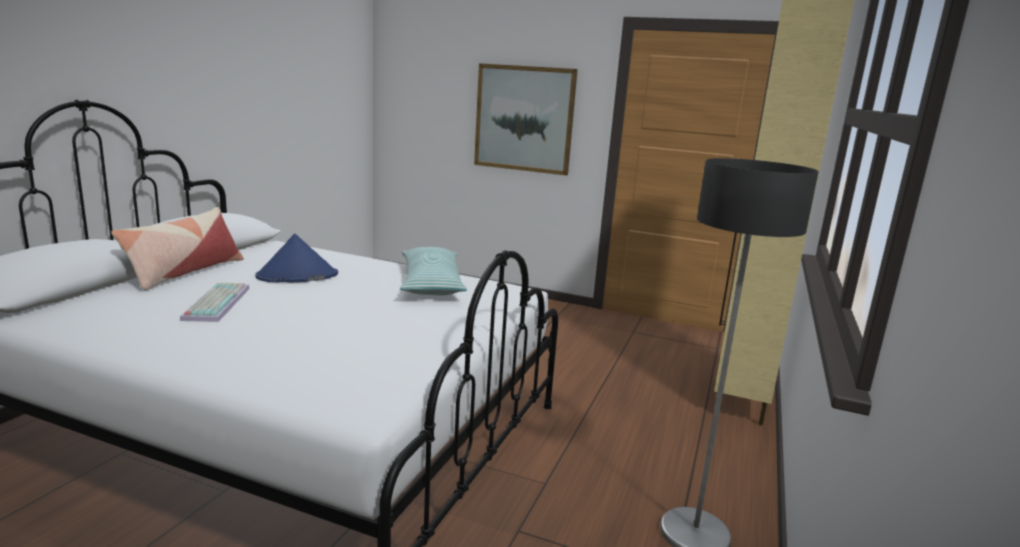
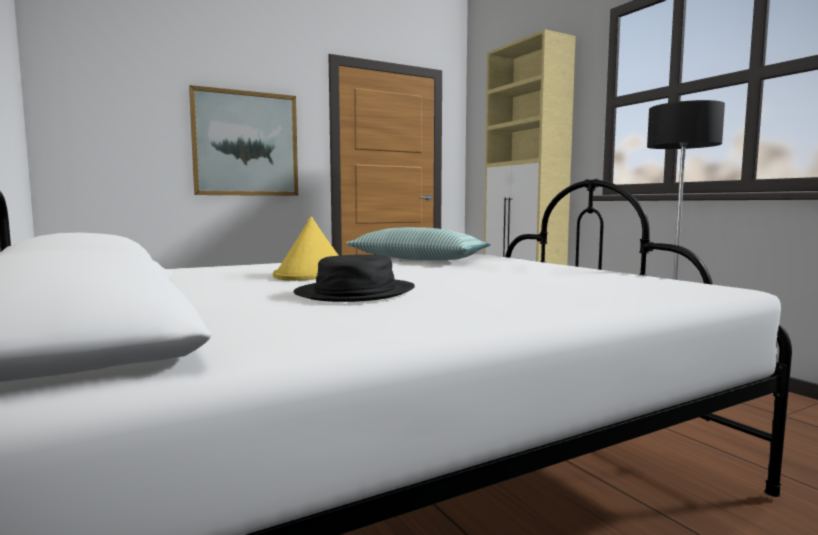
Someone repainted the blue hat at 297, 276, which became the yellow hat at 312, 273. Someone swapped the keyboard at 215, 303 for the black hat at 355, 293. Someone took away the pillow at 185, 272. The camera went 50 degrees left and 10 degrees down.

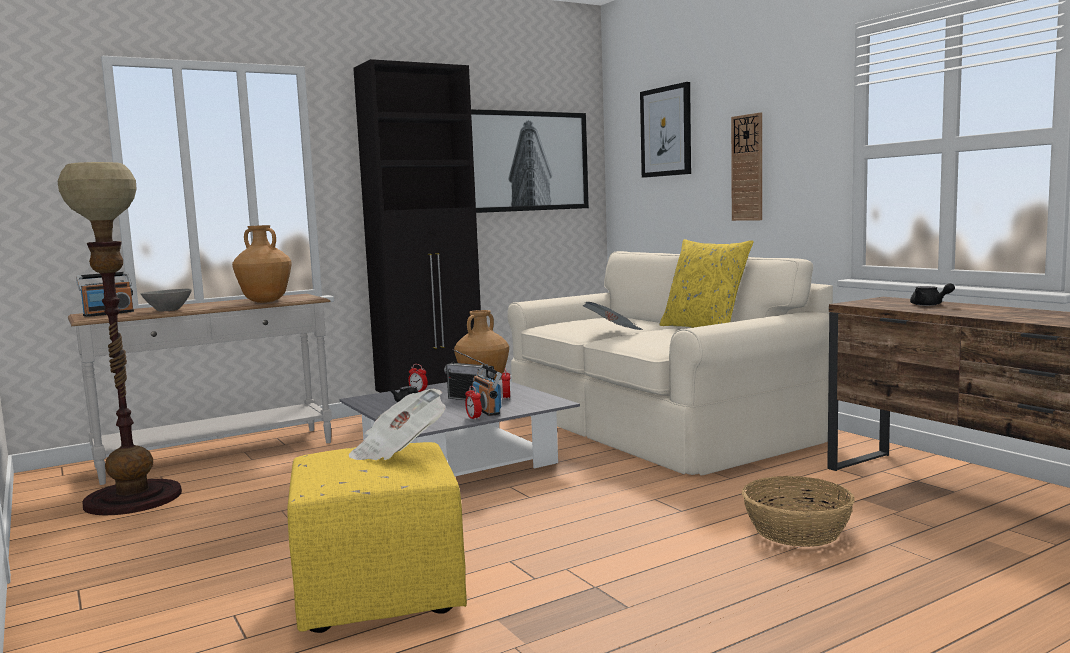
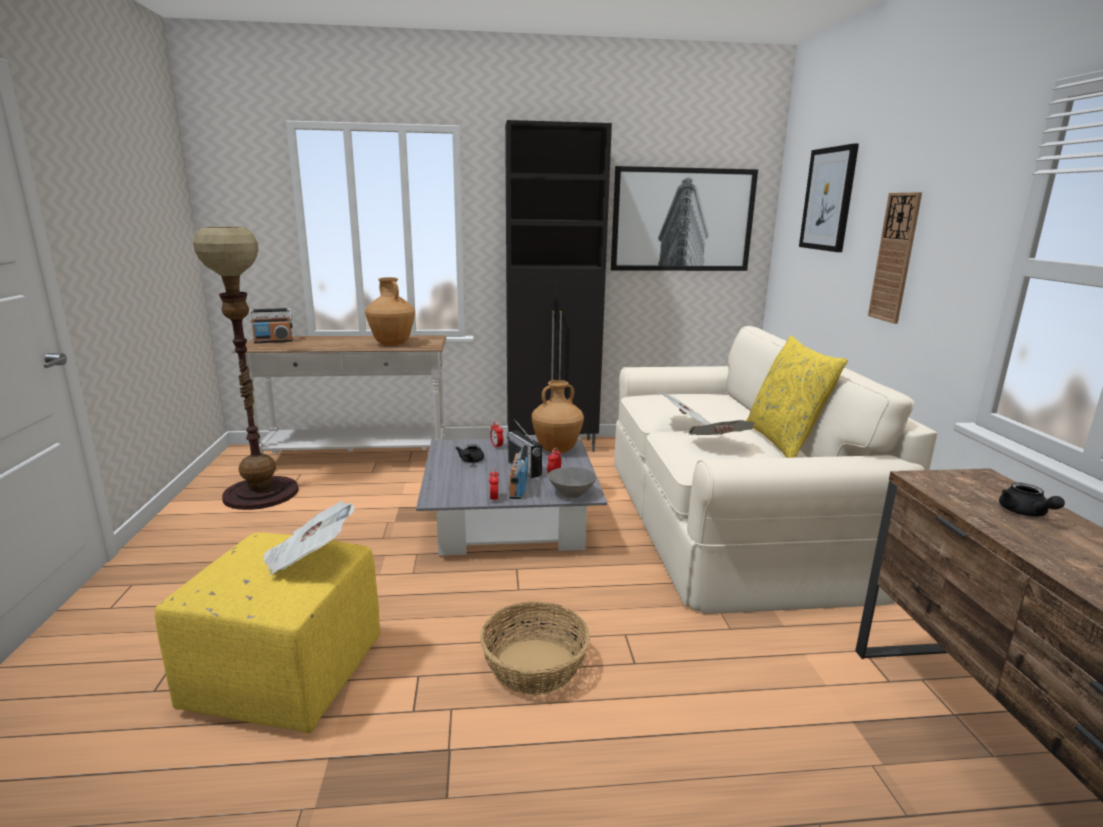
Someone carried the basket from 796, 530 to 535, 666. Someone carried the grey bowl from 168, 310 to 571, 493. Someone put down the newspaper at 718, 445. The camera went 25 degrees right and 10 degrees up.

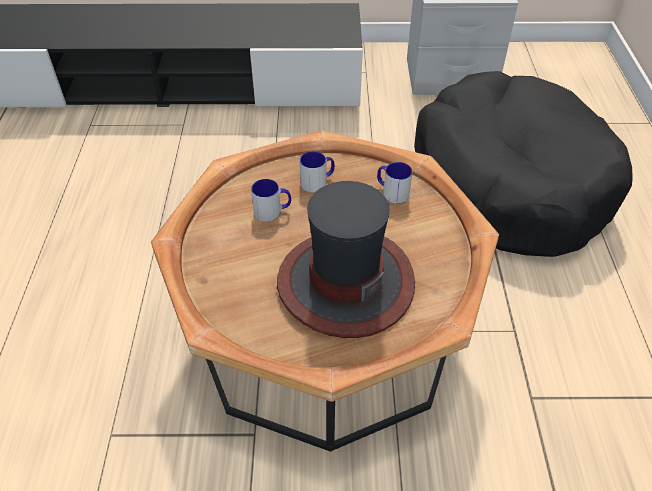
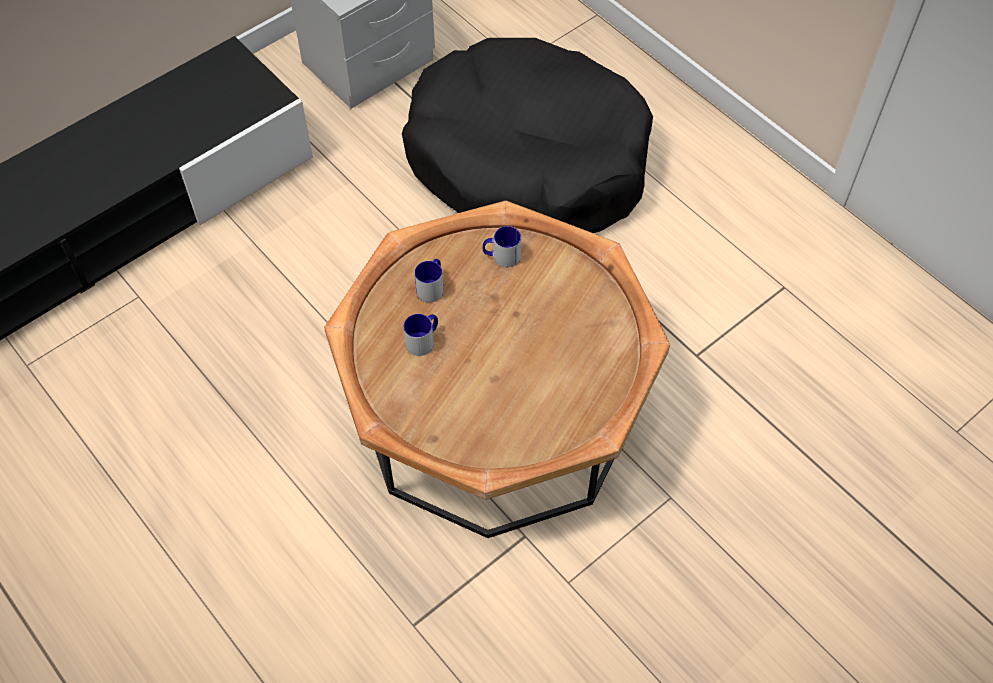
Someone took away the hat at 345, 282. The camera went 40 degrees left and 10 degrees up.

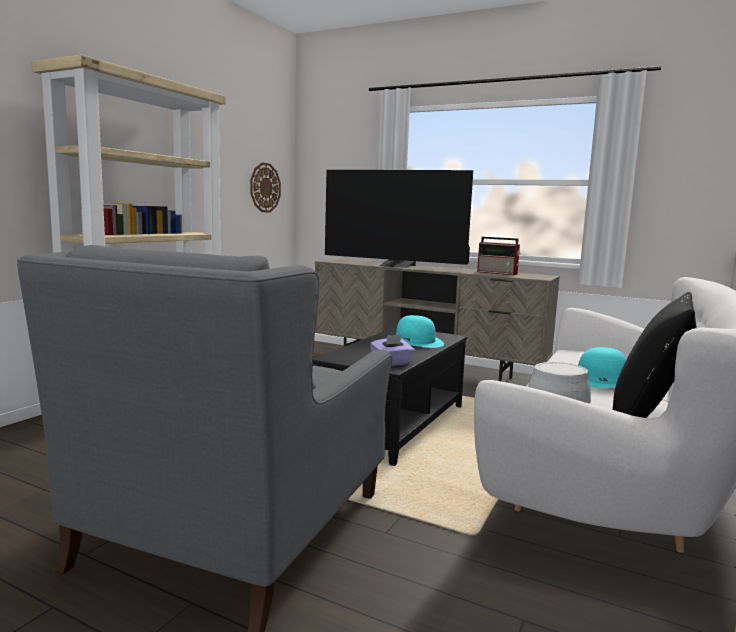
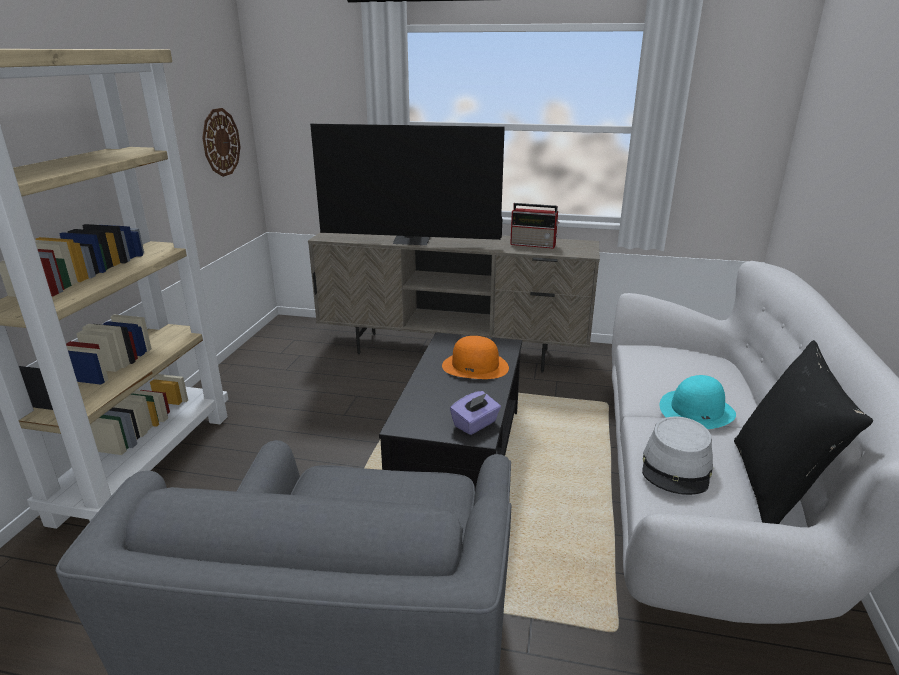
Someone repainted the turquoise hat at 415, 342, which became the orange hat at 475, 366. The camera went 15 degrees left and 15 degrees up.

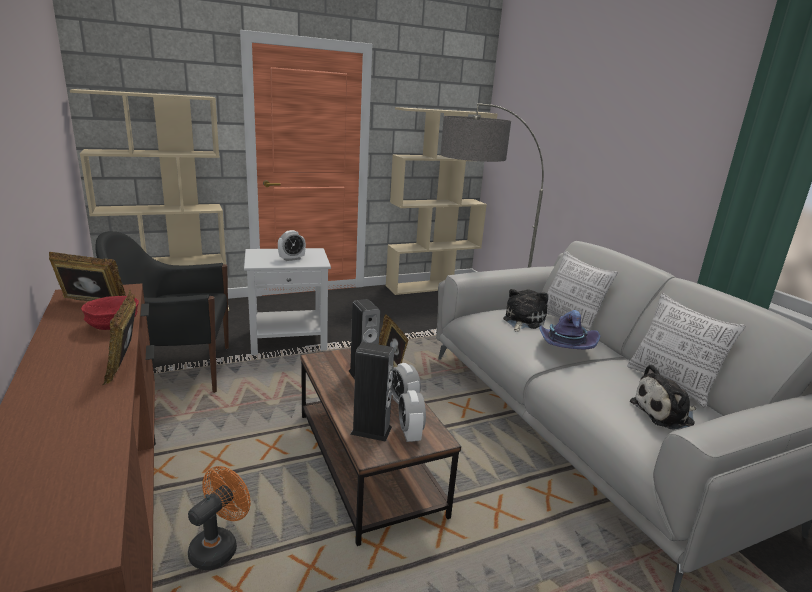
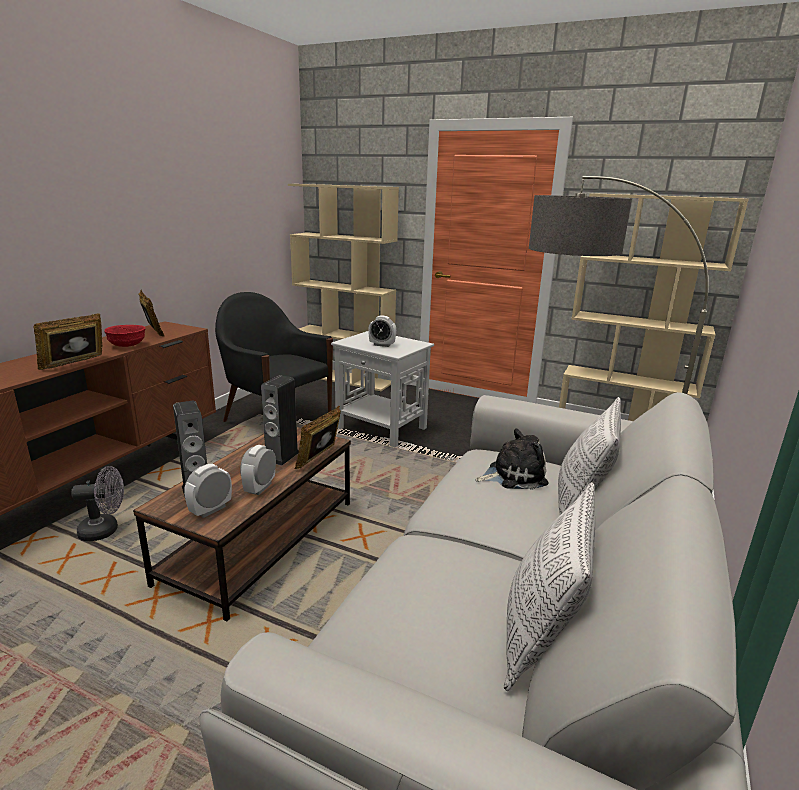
Someone repainted the orange fan at 219, 546, which became the grey fan at 105, 530. Someone took away the purple hat at 564, 345. Someone took away the plush toy at 665, 413. The camera went 50 degrees right and 0 degrees up.

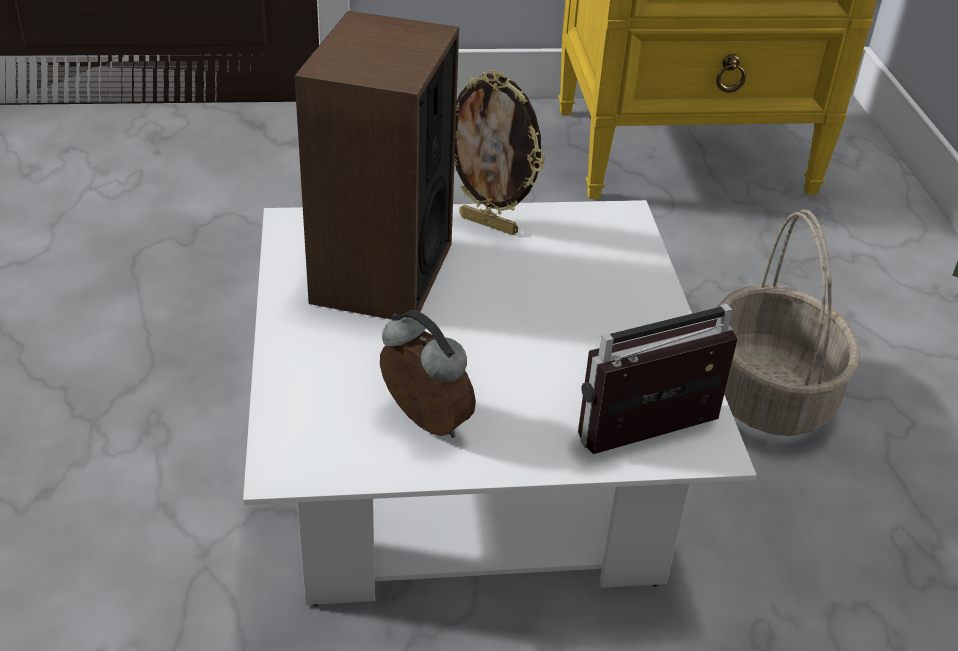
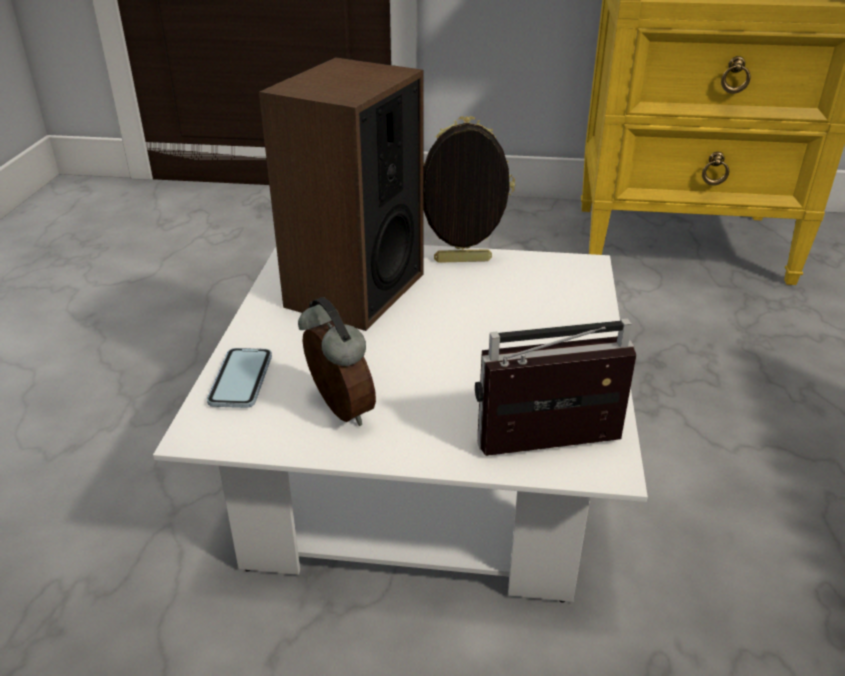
Someone put down the phone at 241, 380. Someone rotated the picture frame at 489, 224 by 135 degrees clockwise. Someone took away the basket at 770, 396. The camera went 15 degrees right and 5 degrees down.

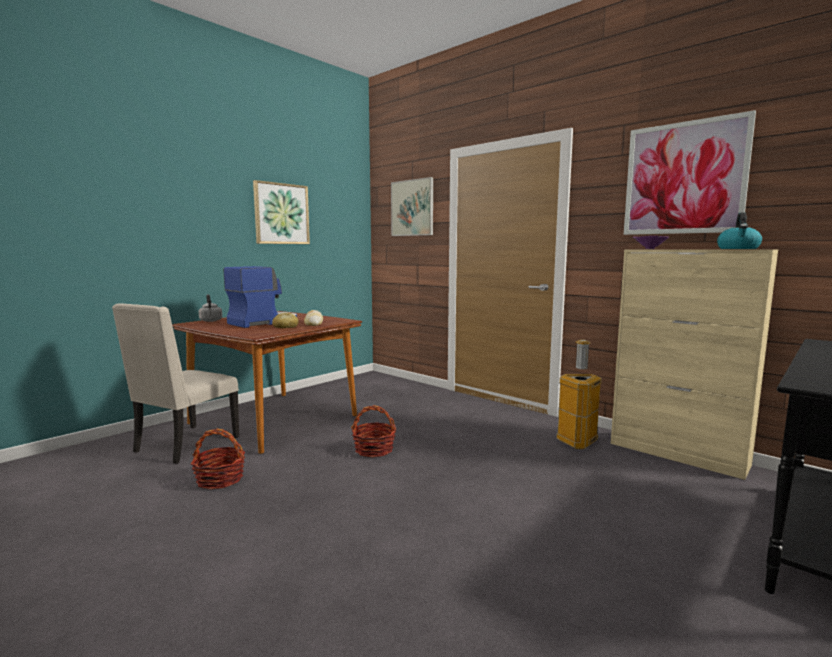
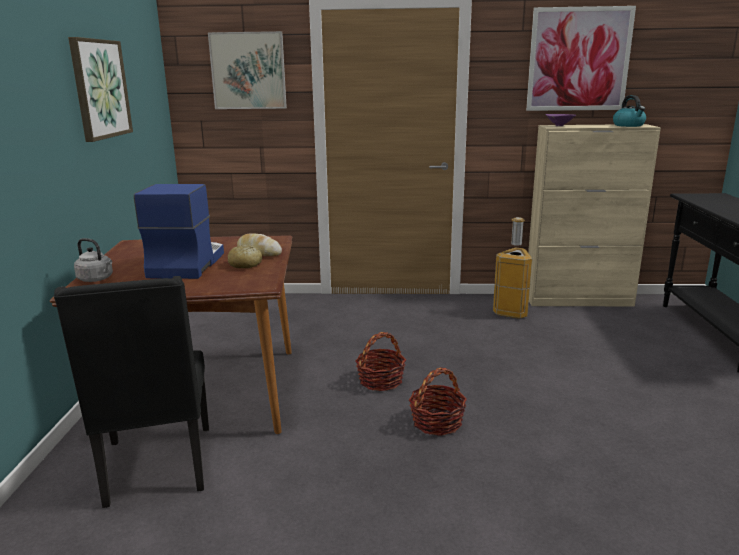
Someone repainted the beige chair at 185, 445, which became the black chair at 158, 467. Someone carried the basket from 220, 479 to 437, 422. The camera went 40 degrees left and 10 degrees up.

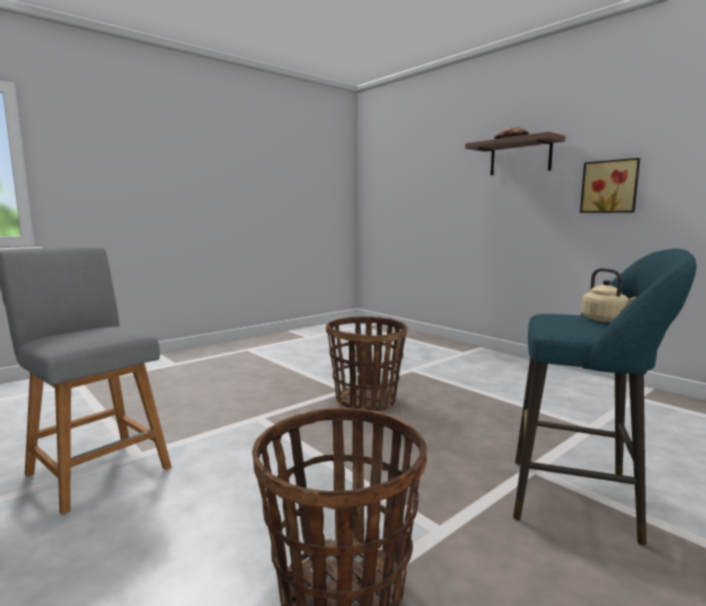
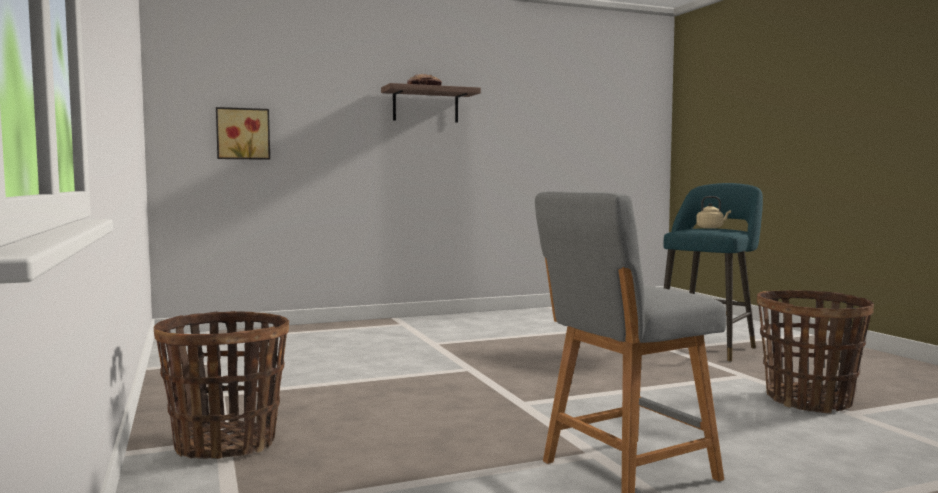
Someone carried the basket from 366, 401 to 226, 444. Someone carried the picture from 610, 186 to 243, 134. The camera went 70 degrees left and 5 degrees down.

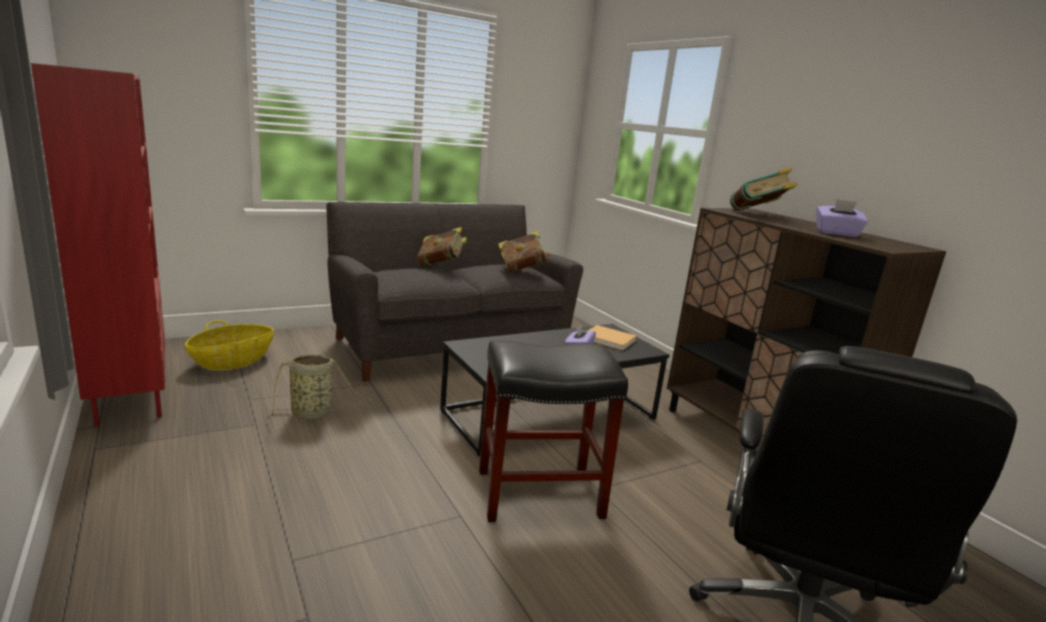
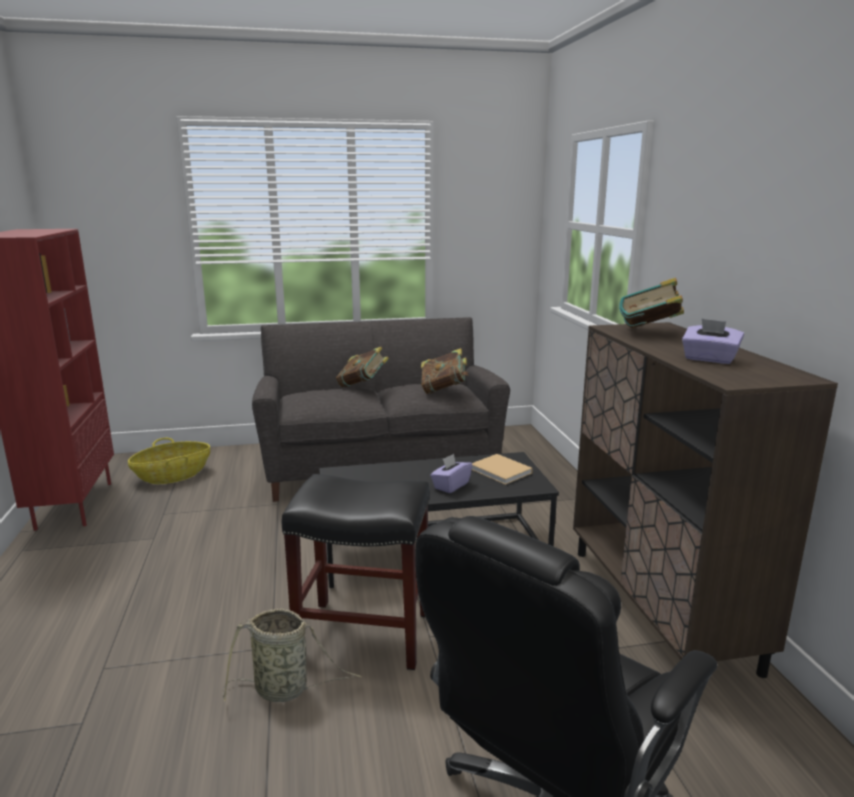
Someone carried the basket from 314, 413 to 285, 689. The camera went 20 degrees right and 0 degrees up.

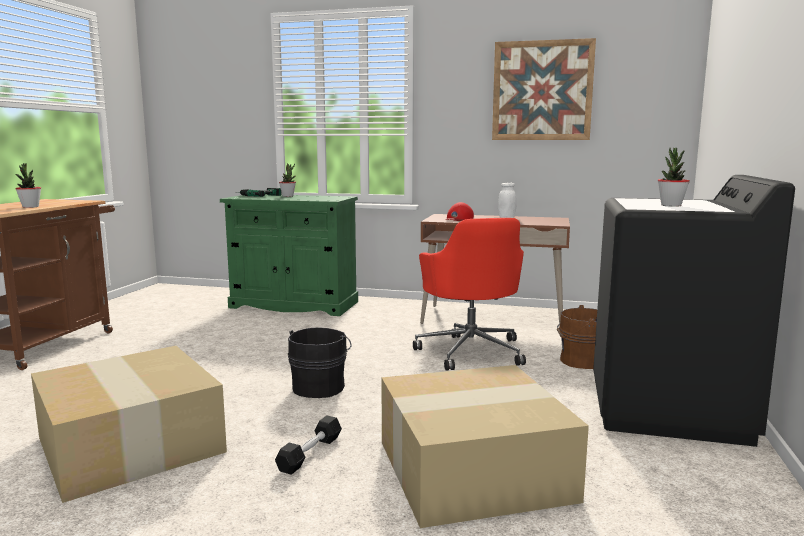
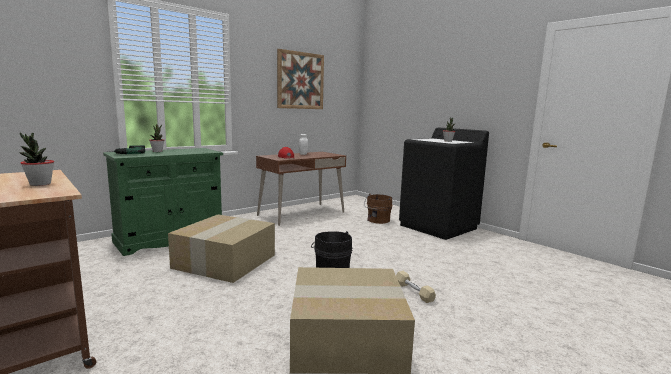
Someone carried the cardboard box from 475, 468 to 225, 260. Someone repainted the black dumbbell at 310, 454, which became the beige dumbbell at 414, 292. Someone took away the red office chair at 471, 351. The camera went 55 degrees left and 0 degrees up.

